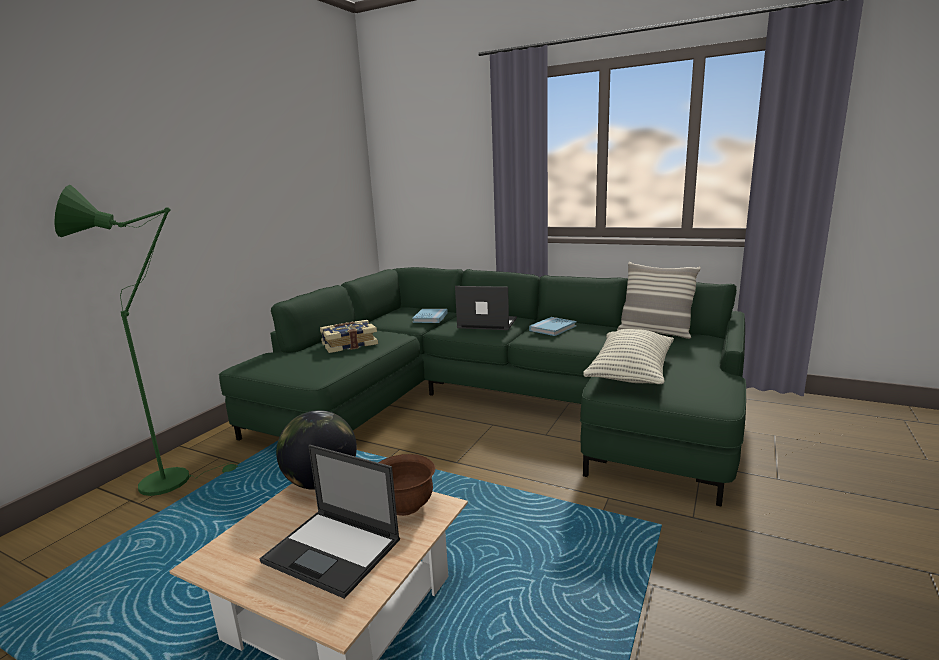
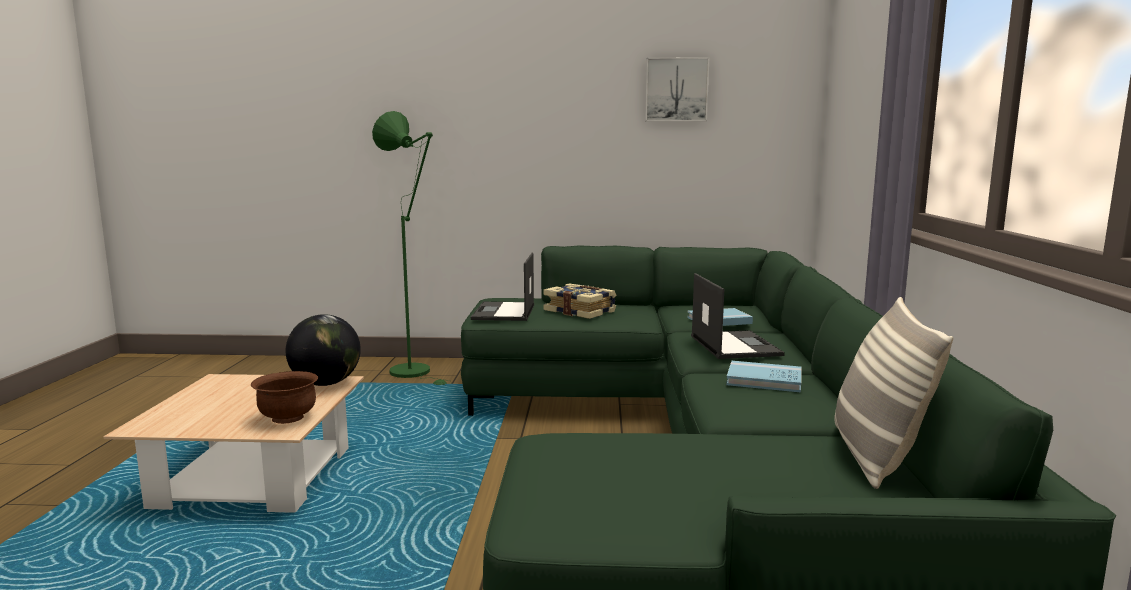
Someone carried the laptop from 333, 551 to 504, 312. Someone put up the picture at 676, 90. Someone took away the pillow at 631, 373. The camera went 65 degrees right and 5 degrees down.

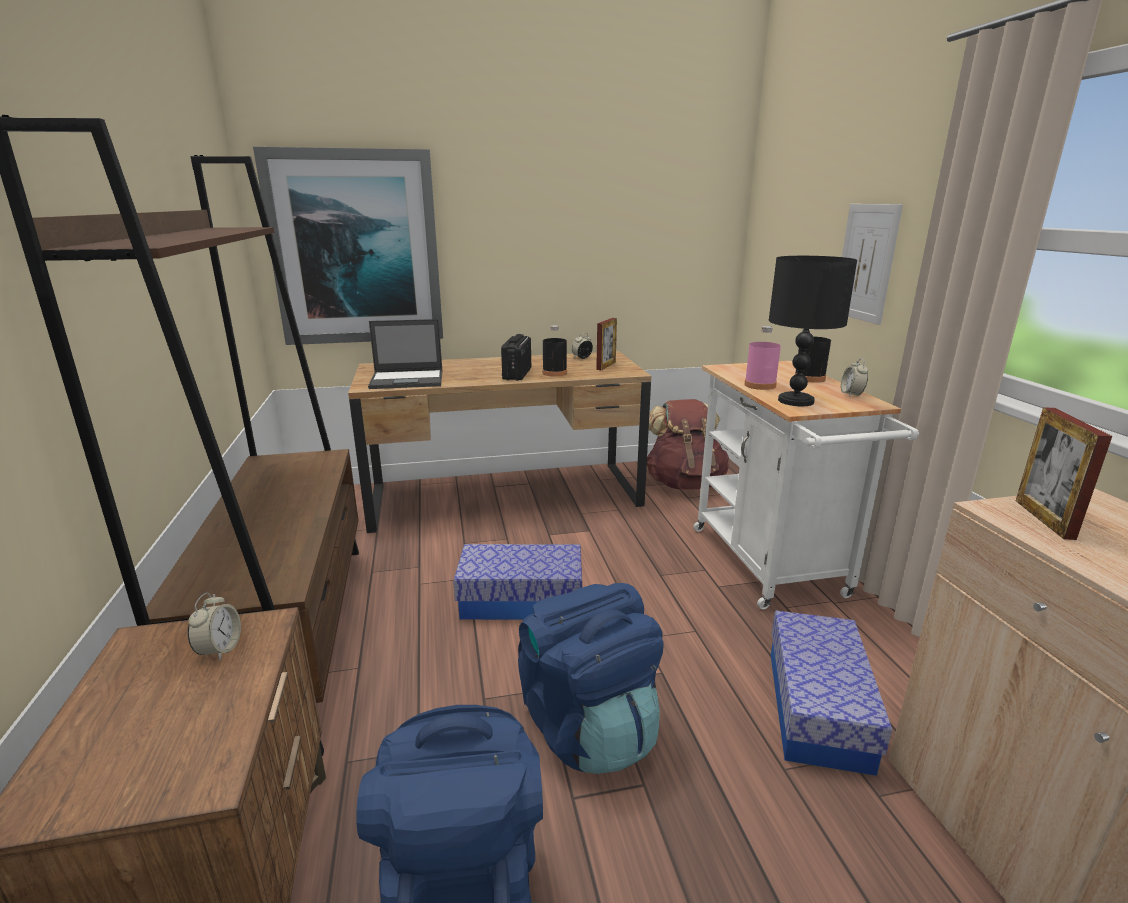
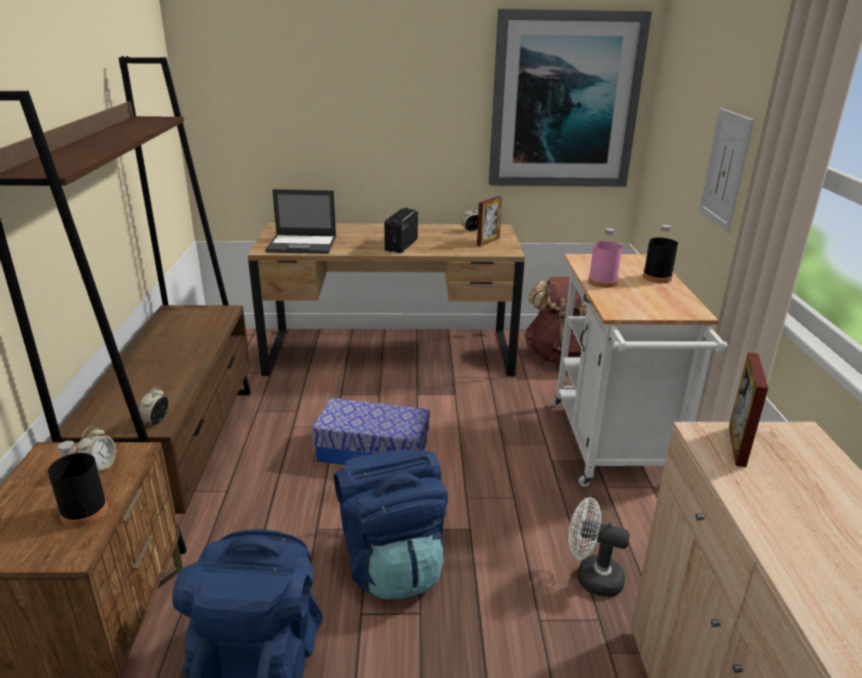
Someone carried the black bottle from 554, 373 to 84, 512. Someone carried the alarm clock from 851, 394 to 155, 421. Someone carried the picture from 356, 249 to 564, 101. Someone swapped the storage box at 817, 708 for the white fan at 591, 577. Someone took away the black table lamp at 795, 401. The camera went 10 degrees right and 5 degrees up.

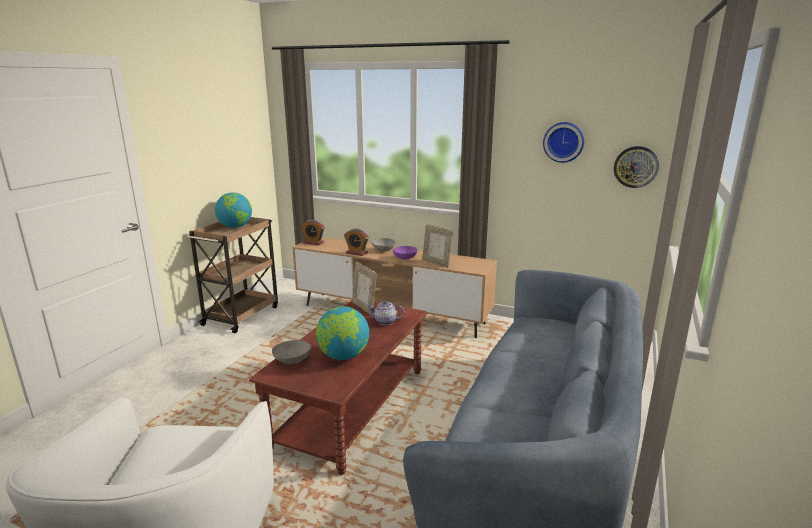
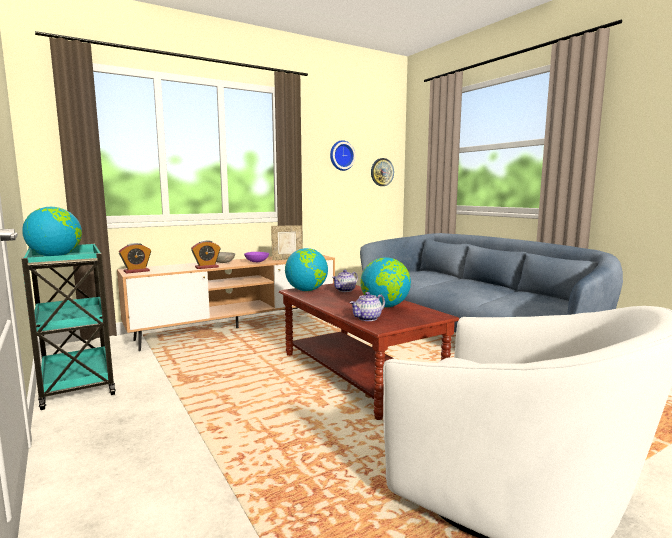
Someone repainted the brown cart at 242, 315, which became the turquoise cart at 77, 383. Someone swapped the picture frame at 364, 307 for the globe at 307, 290. Someone swapped the grey bowl at 292, 360 for the teapot at 367, 318. The camera went 55 degrees left and 10 degrees down.

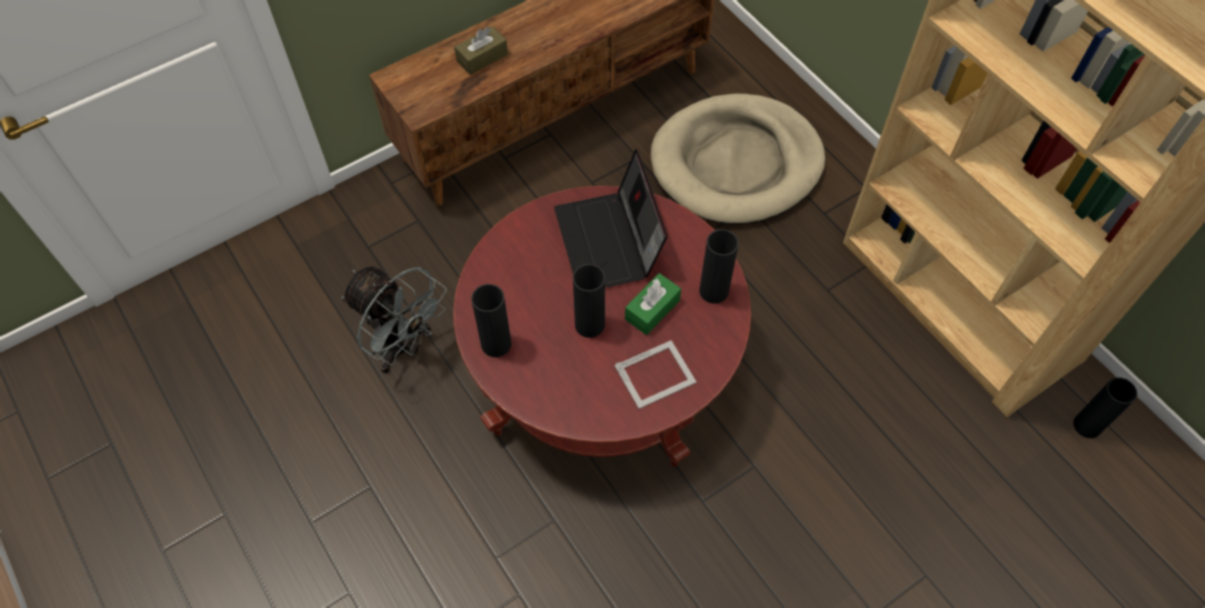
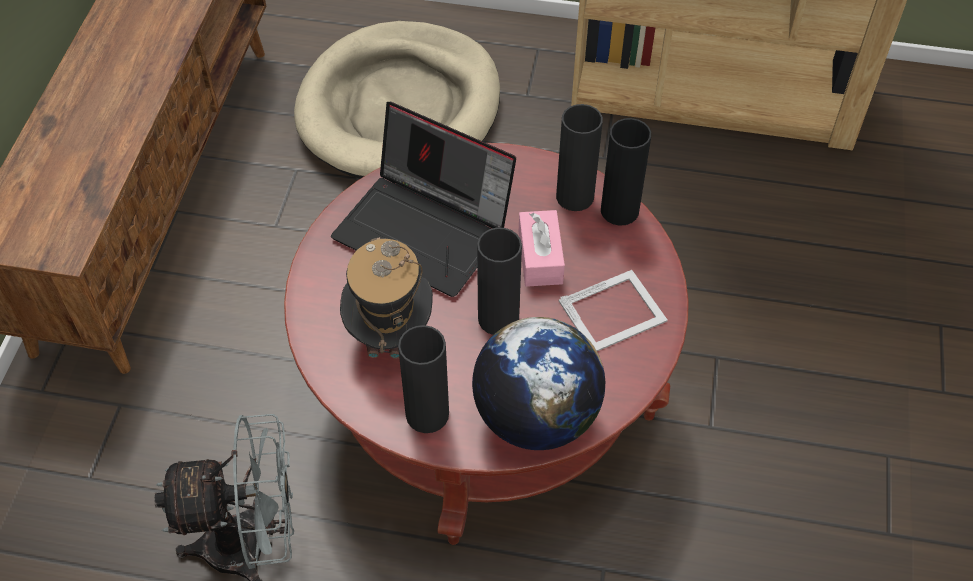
Someone put down the hat at 390, 335. Someone put down the globe at 536, 416. Someone repainted the green tissue box at 652, 310, which became the pink tissue box at 540, 257. Someone rotated the picture frame at 656, 374 by 45 degrees clockwise. Someone carried the black vase from 1087, 425 to 619, 211. Someone took away the brown tissue box at 482, 57. The camera went 45 degrees left and 5 degrees down.

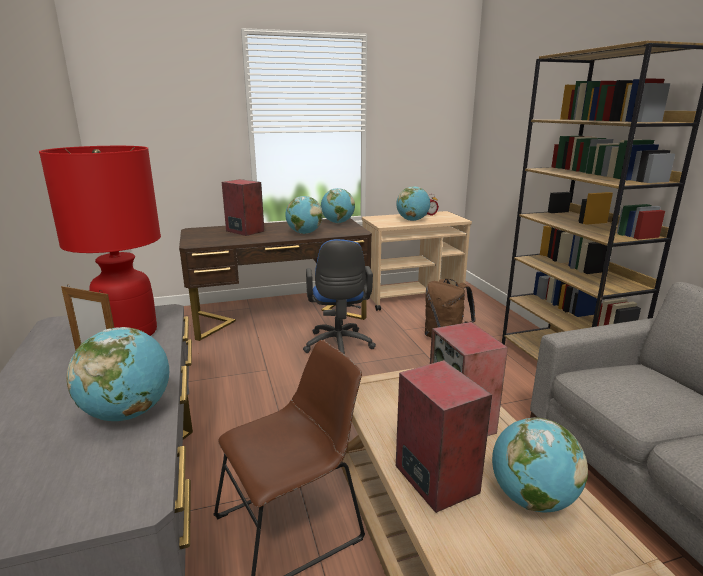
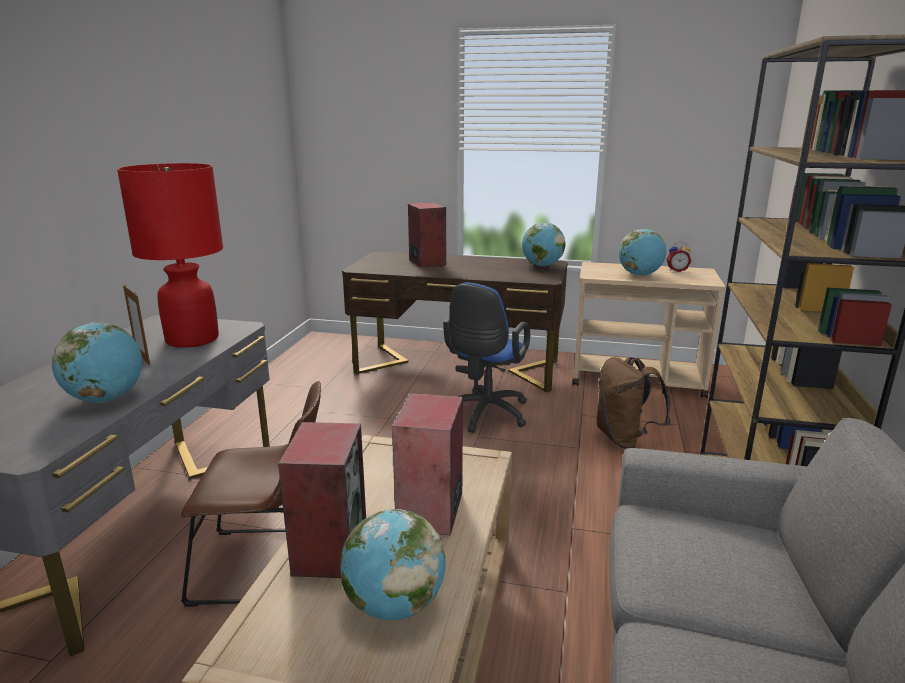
Someone took away the globe at 304, 233. The camera went 30 degrees right and 0 degrees up.

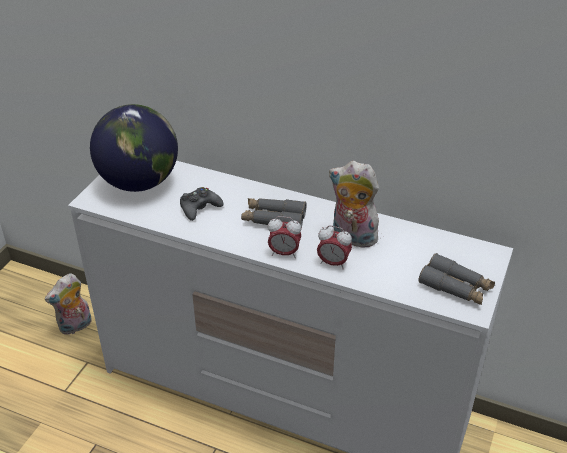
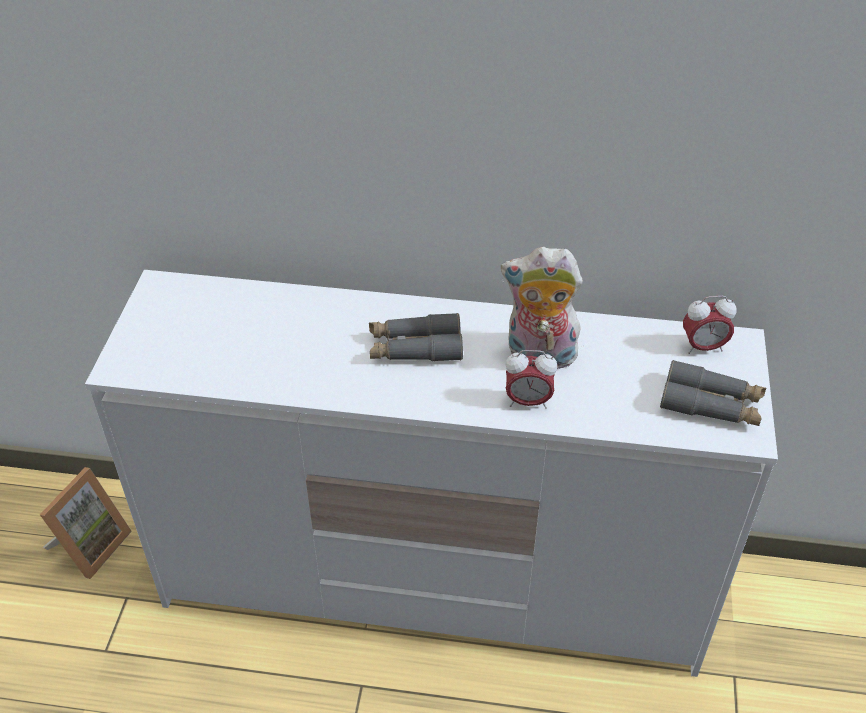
Someone swapped the plush toy at 75, 326 for the picture frame at 90, 546. Someone carried the alarm clock from 284, 253 to 703, 347. Someone took away the globe at 139, 183. Someone took away the black game controller at 199, 208. The camera went 15 degrees left and 5 degrees up.

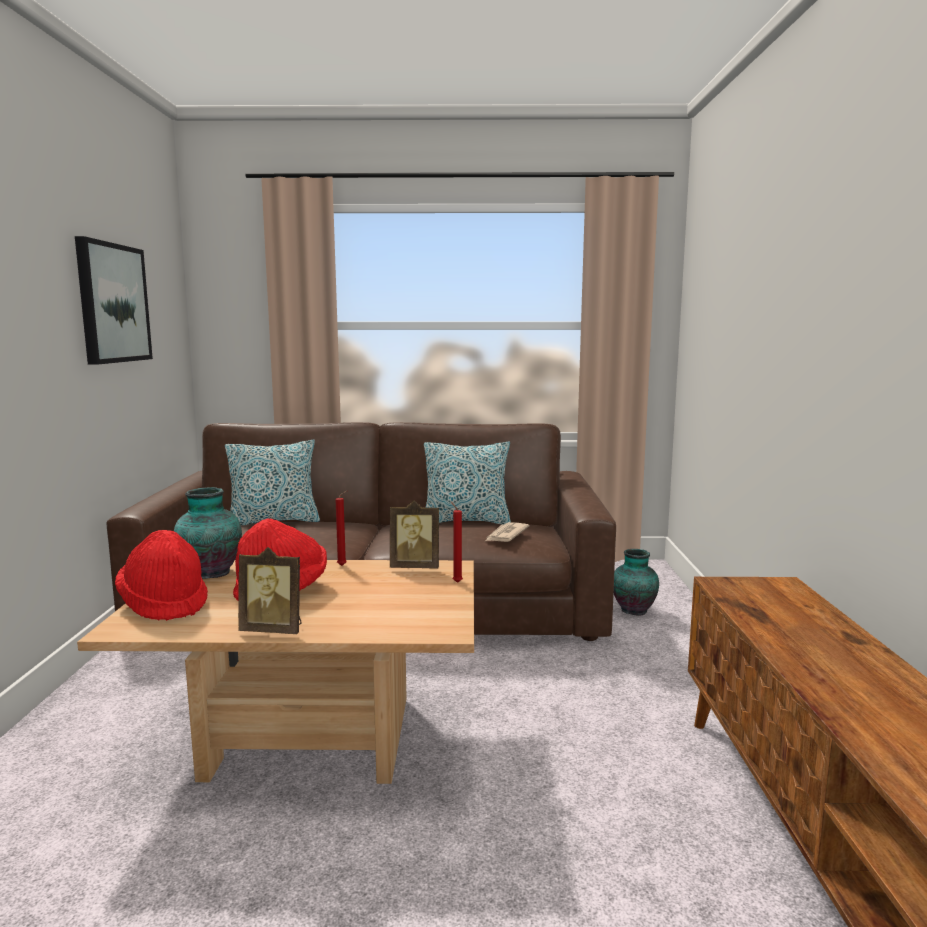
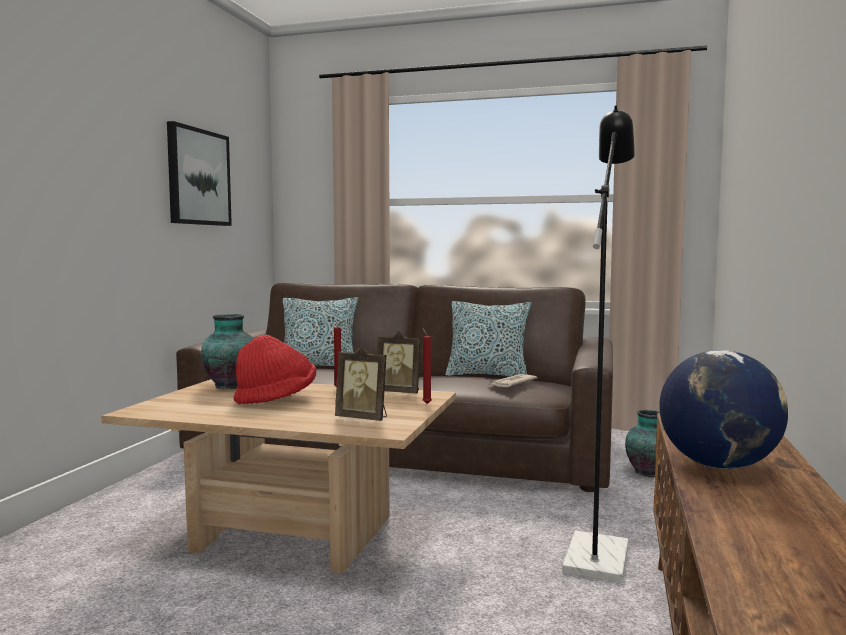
Someone carried the picture frame from 274, 630 to 363, 418. Someone put down the black floor lamp at 598, 550. Someone put down the globe at 719, 465. Someone took away the red hat at 165, 604. The camera went 15 degrees right and 5 degrees down.

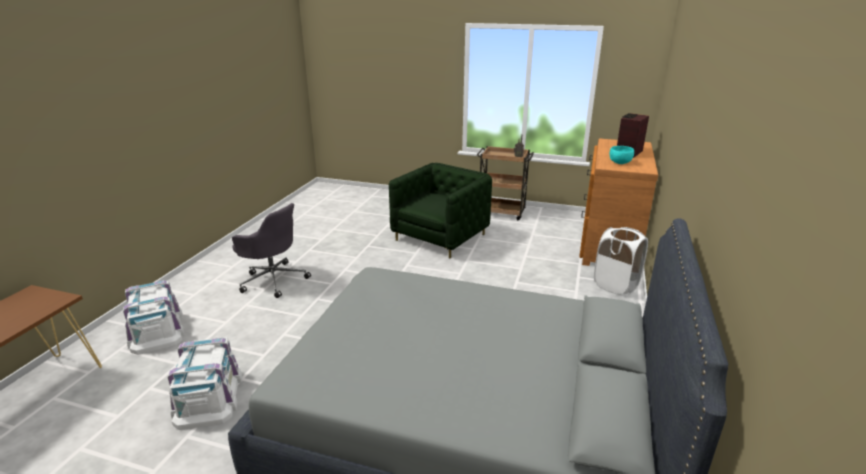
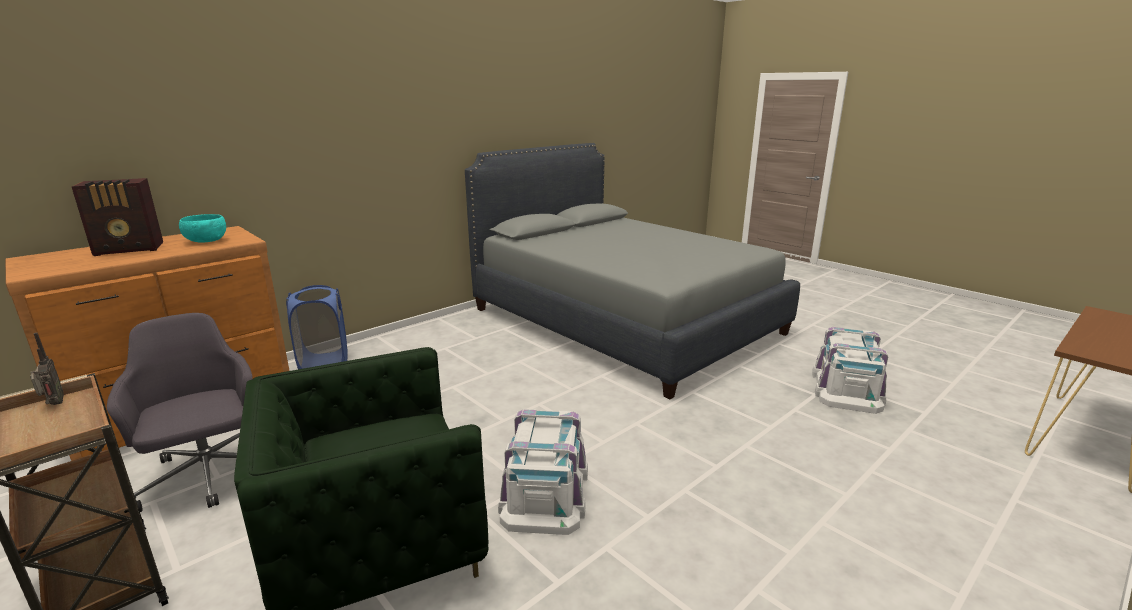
Someone carried the grey office chair from 273, 279 to 209, 476. Someone repainted the white laundry basket at 616, 285, which became the blue laundry basket at 324, 364. Someone carried the white storage box from 156, 330 to 546, 492. The camera went 150 degrees left and 5 degrees down.

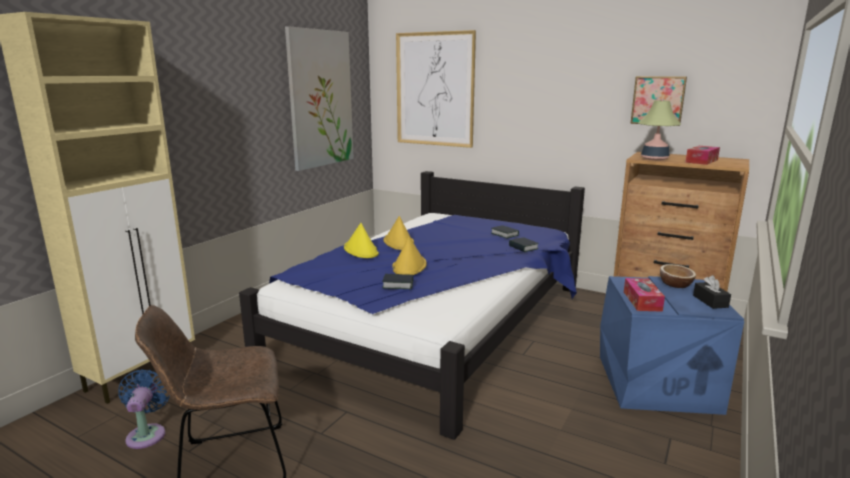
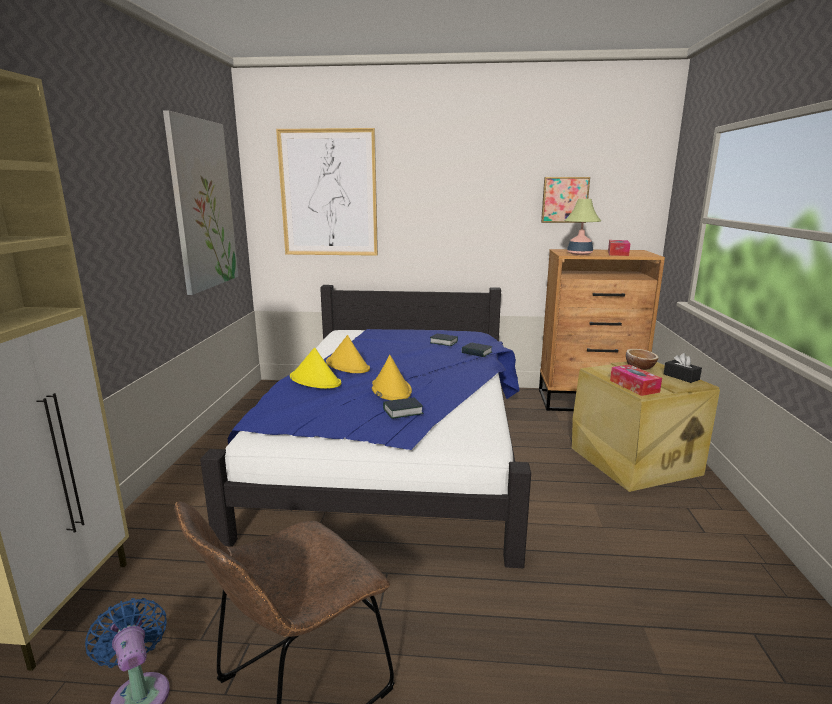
Someone repainted the blue storage box at 655, 384, which became the beige storage box at 634, 462. The camera went 25 degrees left and 0 degrees up.

